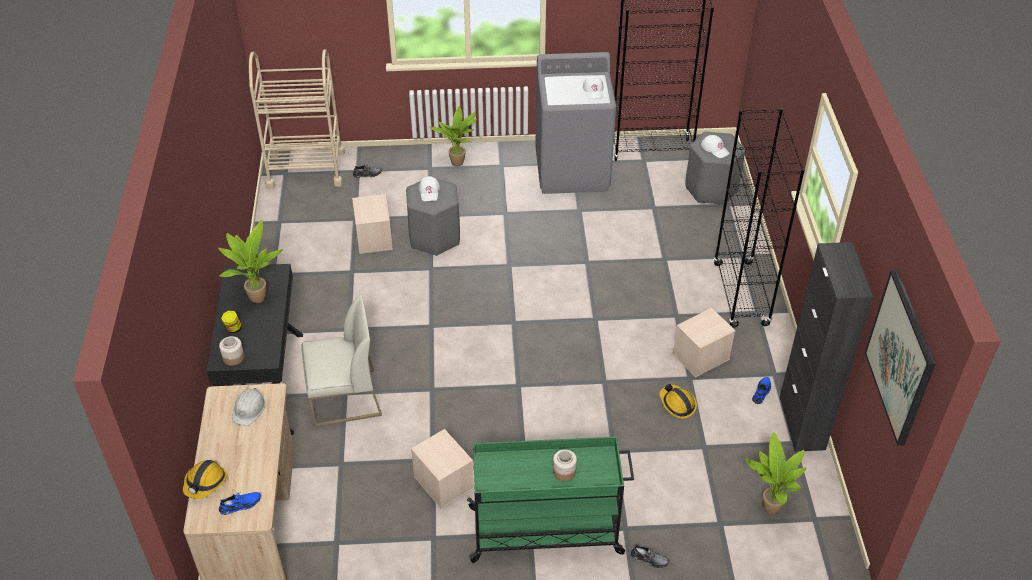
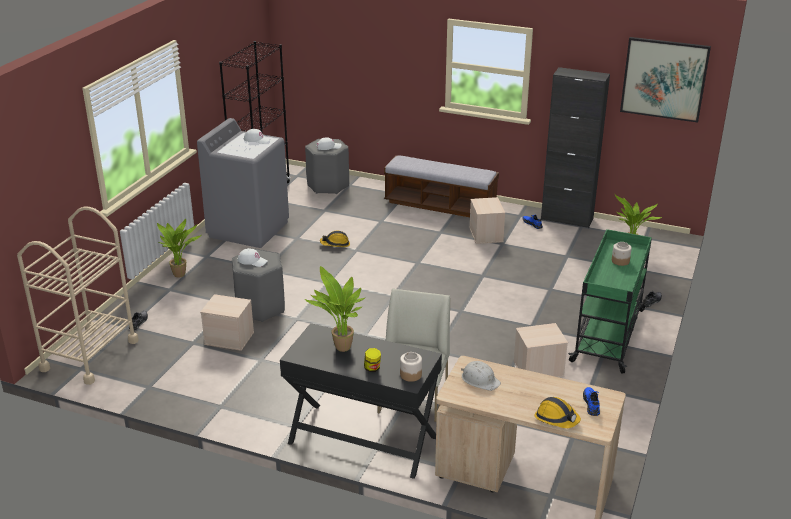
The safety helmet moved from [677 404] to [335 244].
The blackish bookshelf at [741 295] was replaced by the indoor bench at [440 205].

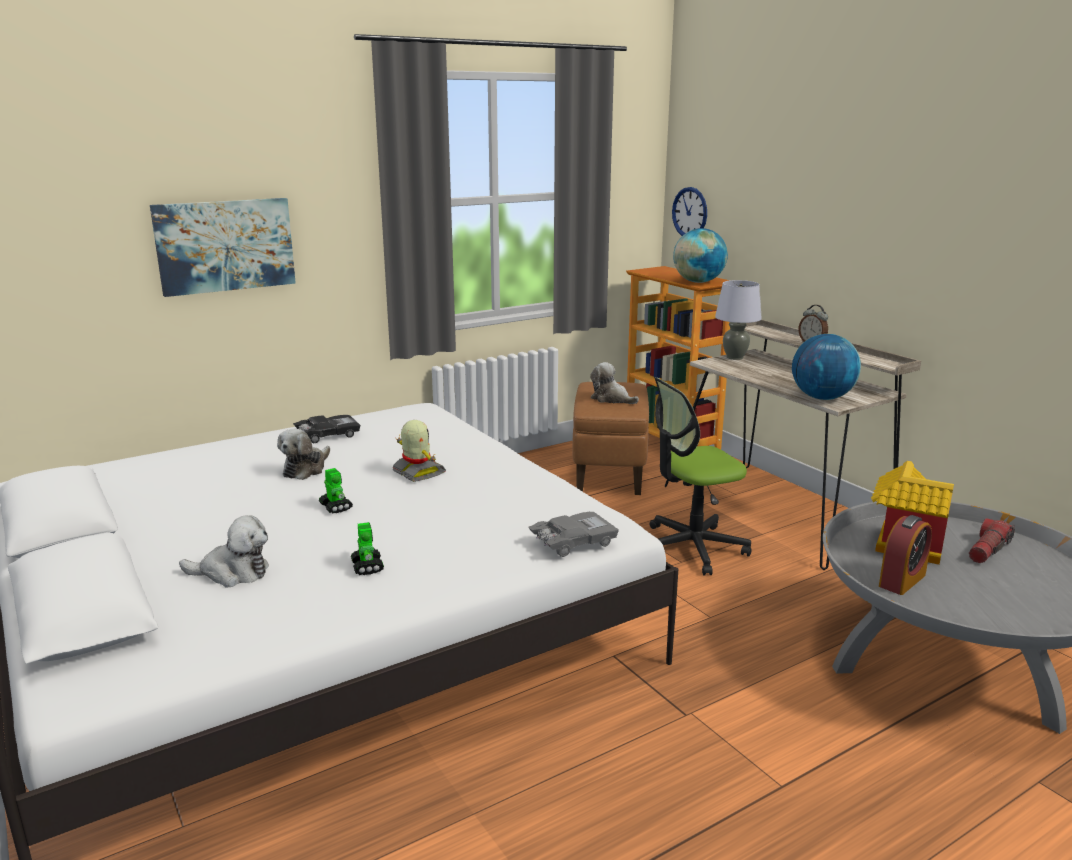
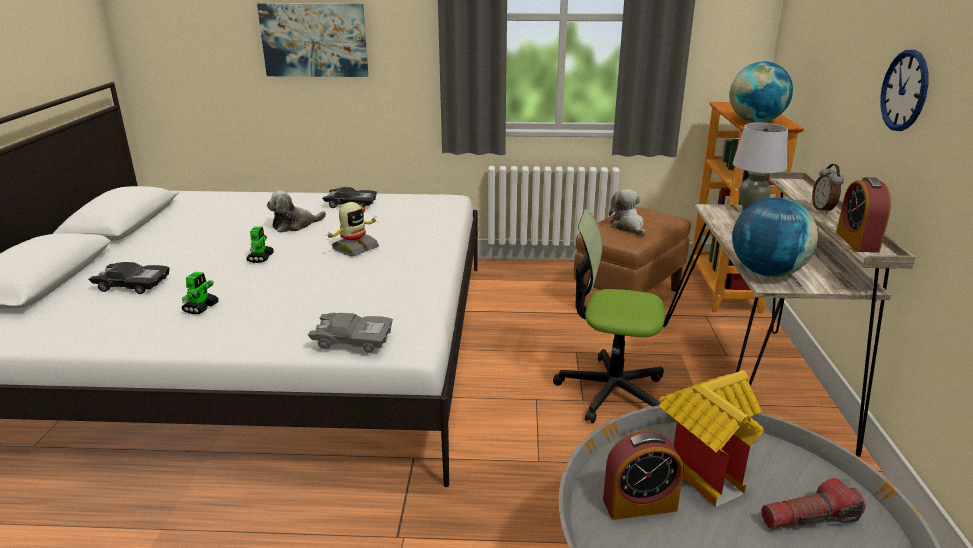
The table clock at [857 241] appeared.
The clock on the wall moved from [690 212] to [904 90].
The plush toy at [232 573] was replaced by the blackish miniature car at [132 284].
The toy robot at [418 473] turned 45 degrees clockwise.

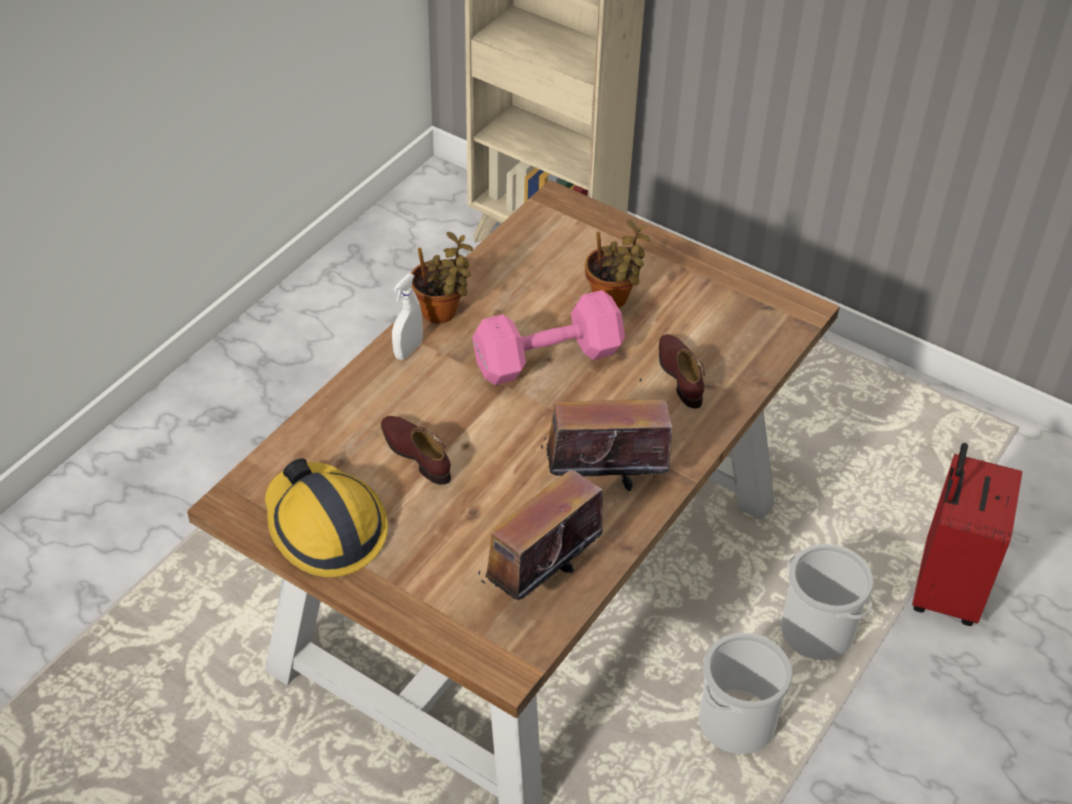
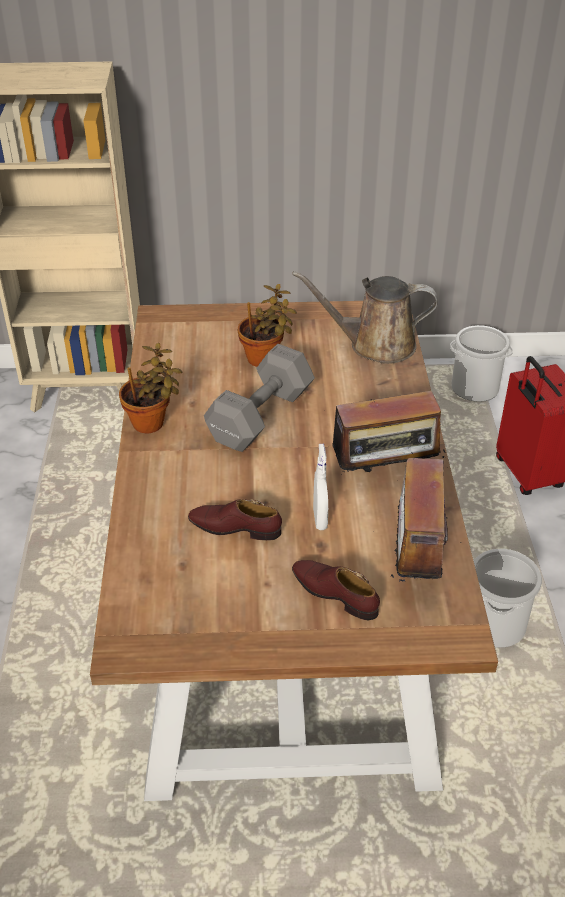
The safety helmet at [325 528] disappeared.
The brownish watering can at [375 345] appeared.
The white-coloured spray bottle moved from [408 350] to [320 519].
The brownish shoe moved from [680 375] to [334 593].
The pail moved from [817 631] to [475 388].
The pink free weight at [544 358] became the gray free weight at [258 417].
The radio set at [604 480] turned 150 degrees counterclockwise.

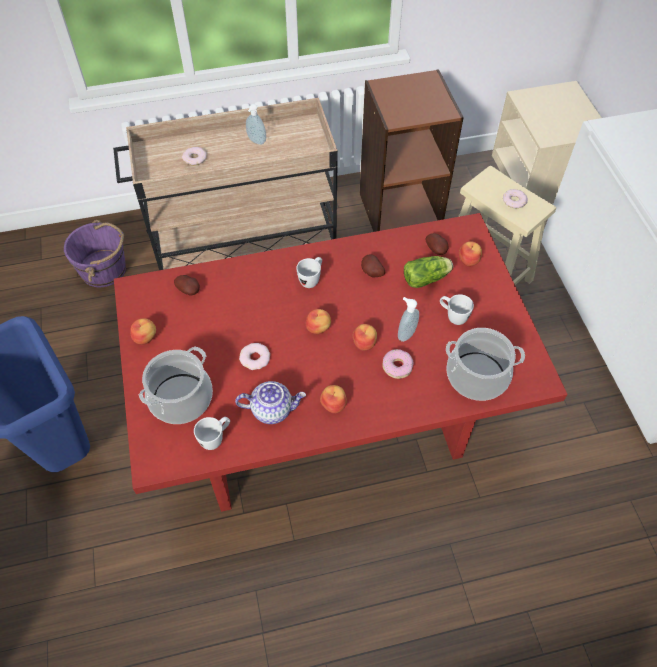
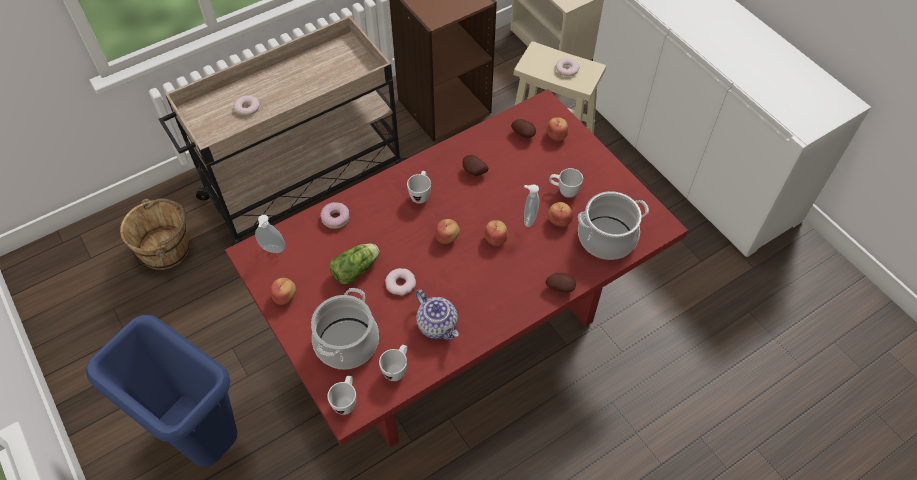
The white-coloured tea mug at [346 401] appeared.
The spud moved from [189 290] to [560 287].
The soap dispenser moved from [256 142] to [272 250].
The apple moved from [333 404] to [559 220].
The ring doughnut moved from [397 366] to [335 218].
The head of lettuce moved from [427 278] to [357 269].
The purple pail at [104 270] became the brownish pail at [166 249].
The teapot at [272 409] turned 75 degrees clockwise.

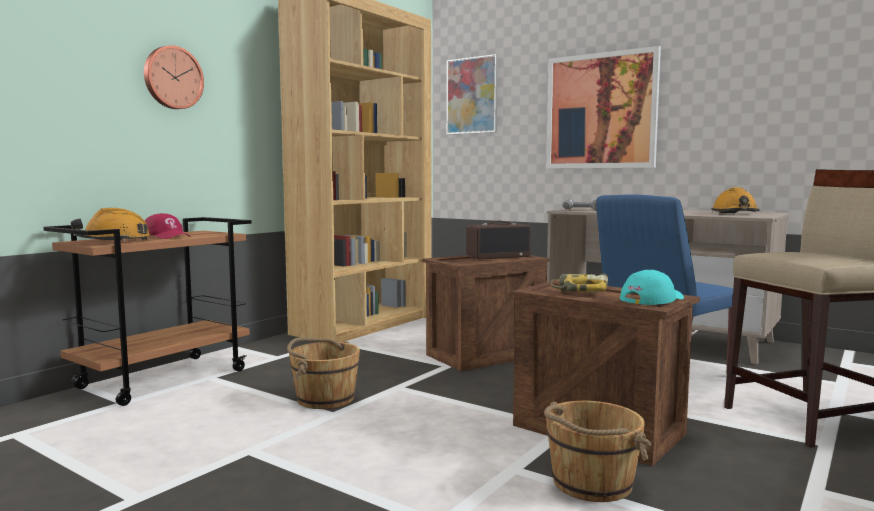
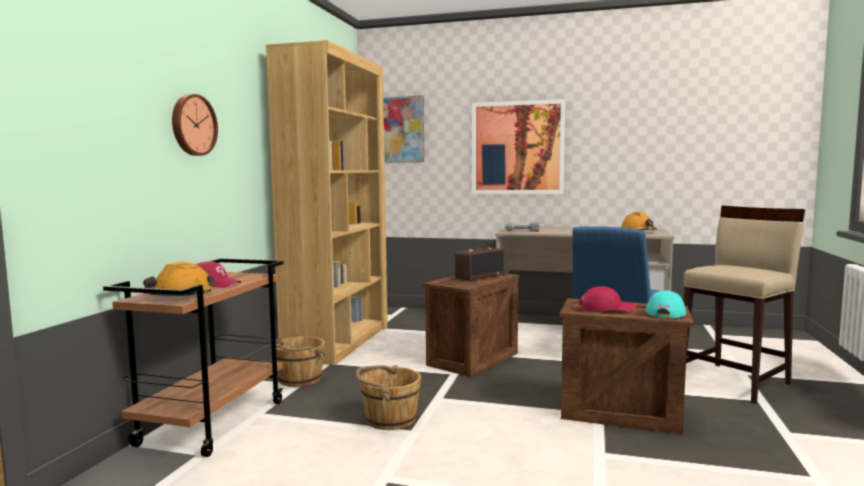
The brownish pail moved from [590 483] to [299 379].
The electric drill at [581 291] was replaced by the red baseball cap at [606 308].

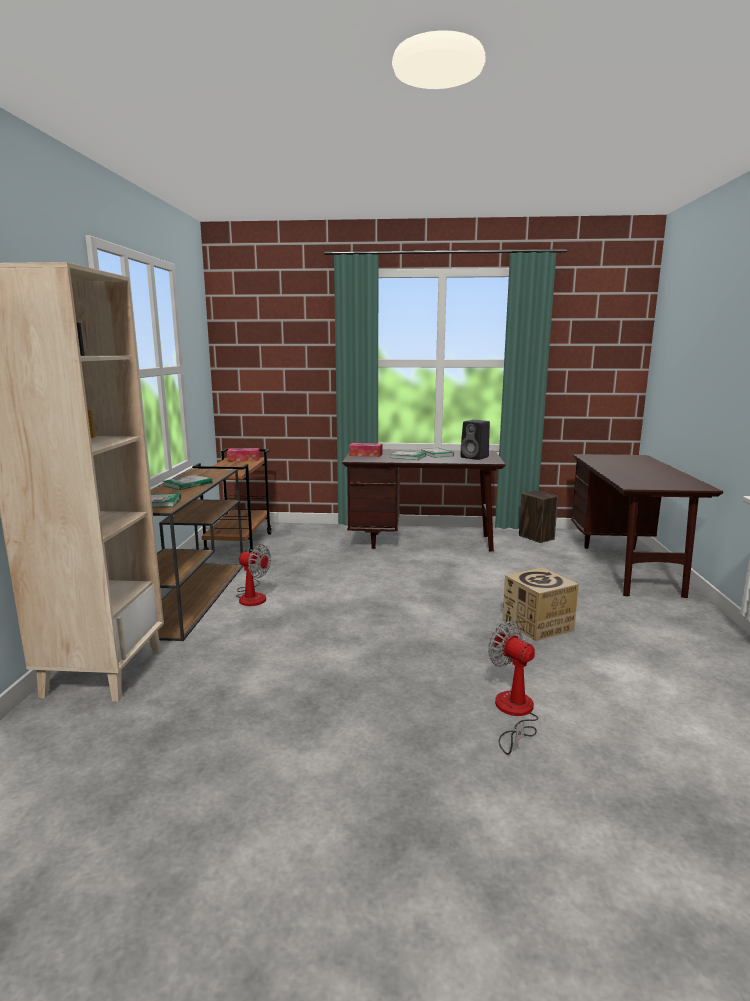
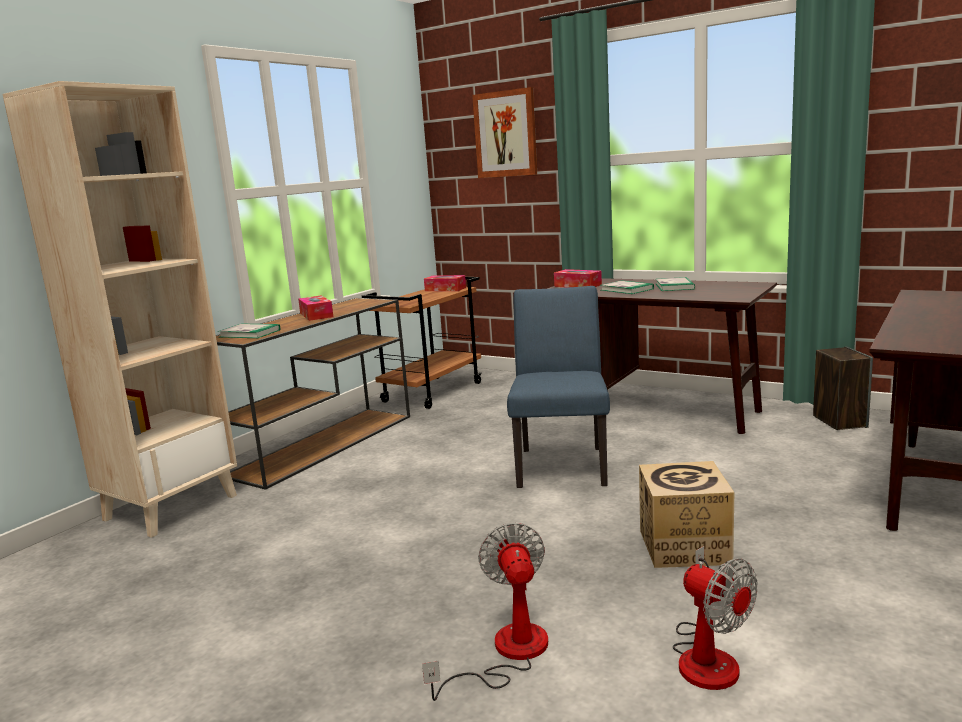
The blackish audio speaker at [475 457] disappeared.
The wall picture at [505 134] appeared.
The bluish upright chair at [562 463] appeared.
The electric fan moved from [252 596] to [708 655].
The bound book at [187 484] was replaced by the box of tissues at [316 315].

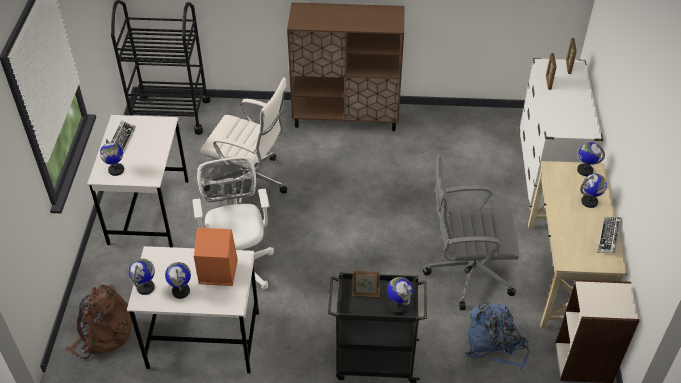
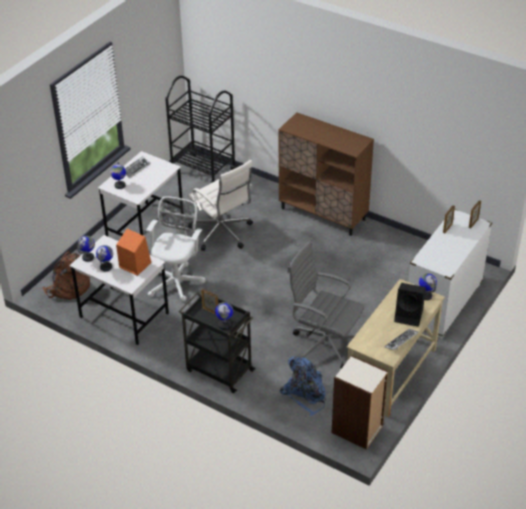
The world globe at [589 202] was replaced by the blackish audio speaker at [409 316].

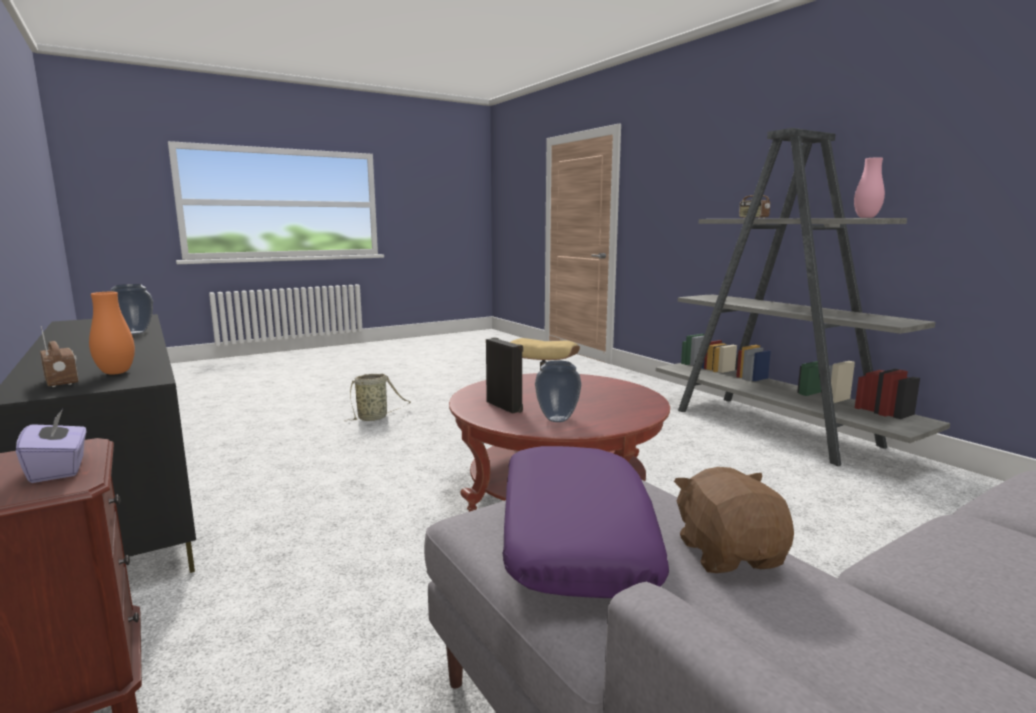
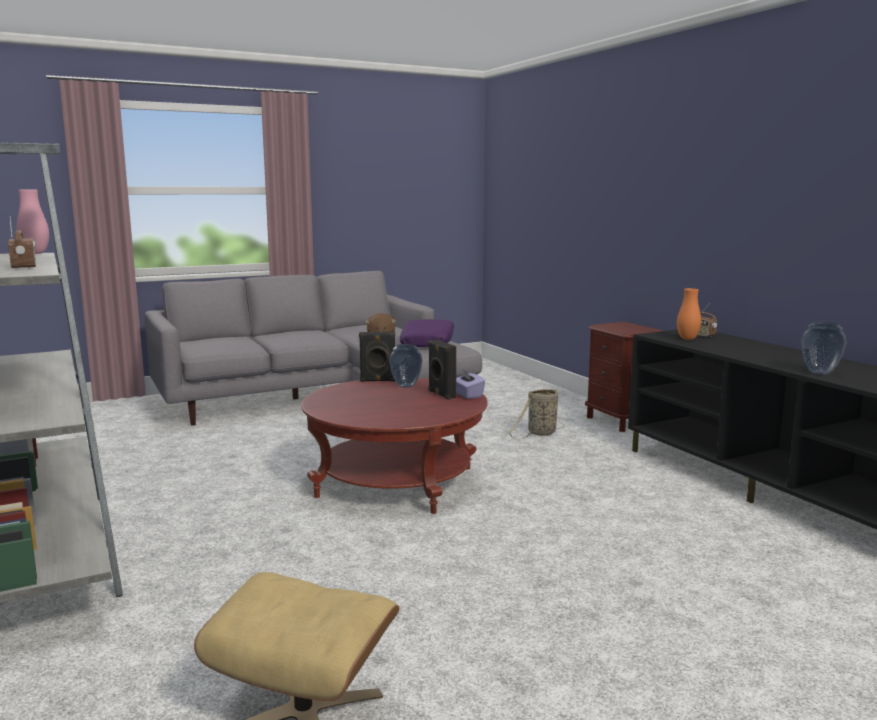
The blackish audio speaker at [378 380] appeared.
The purple box of tissues moved from [59 469] to [467 395].
The basket moved from [374 418] to [540 433].

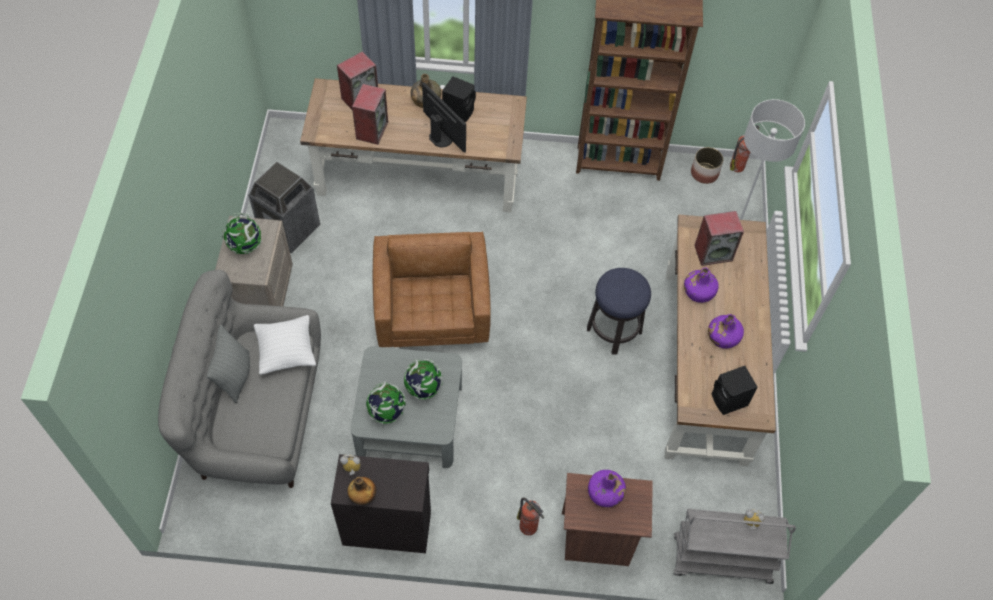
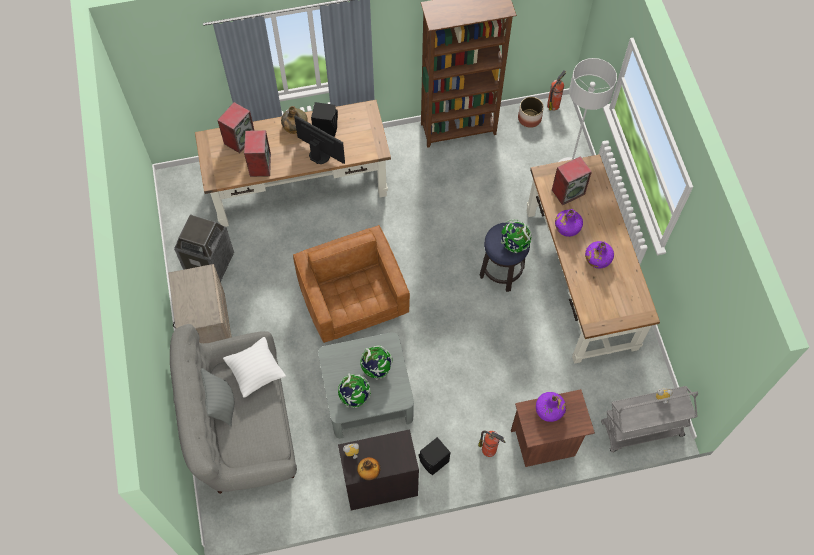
The world globe moved from [245 245] to [514 244].
The blackish audio speaker moved from [729 401] to [434 462].

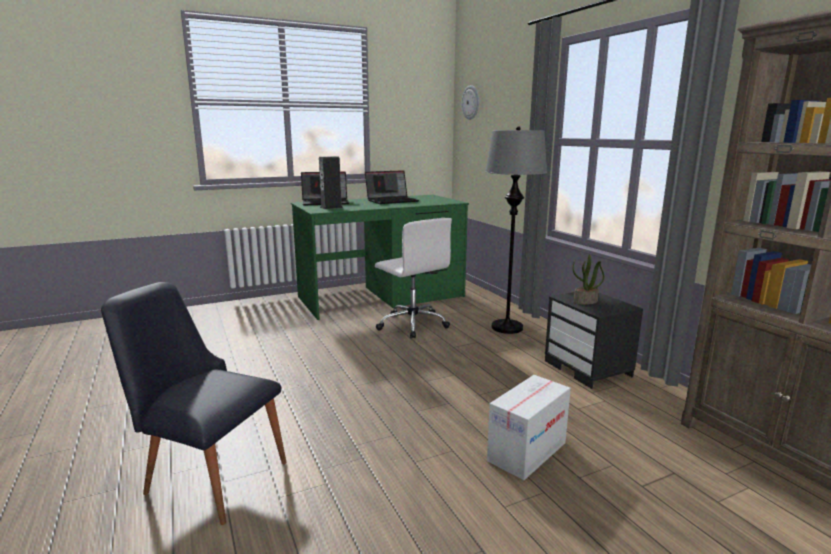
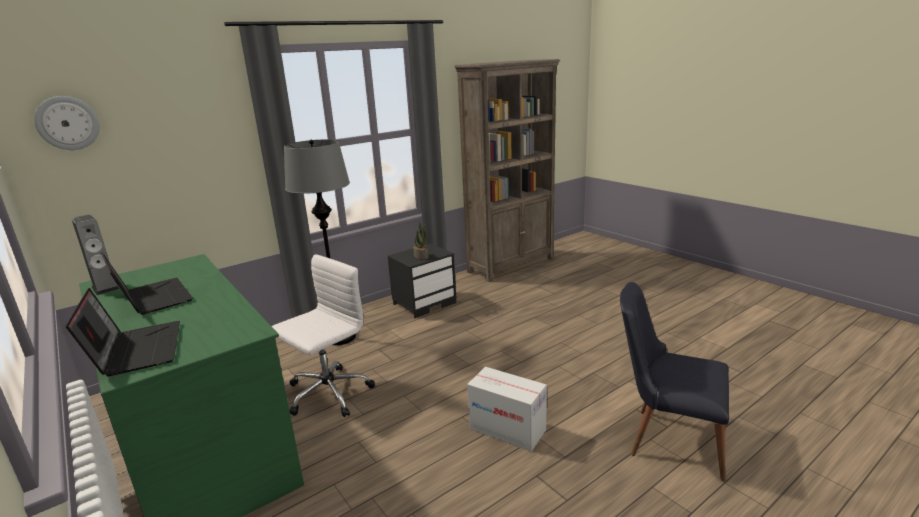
The audio speaker moved from [331 207] to [105 288].
The packing box moved from [527 451] to [507 429].
The blackish upright chair at [207 473] turned 105 degrees clockwise.

